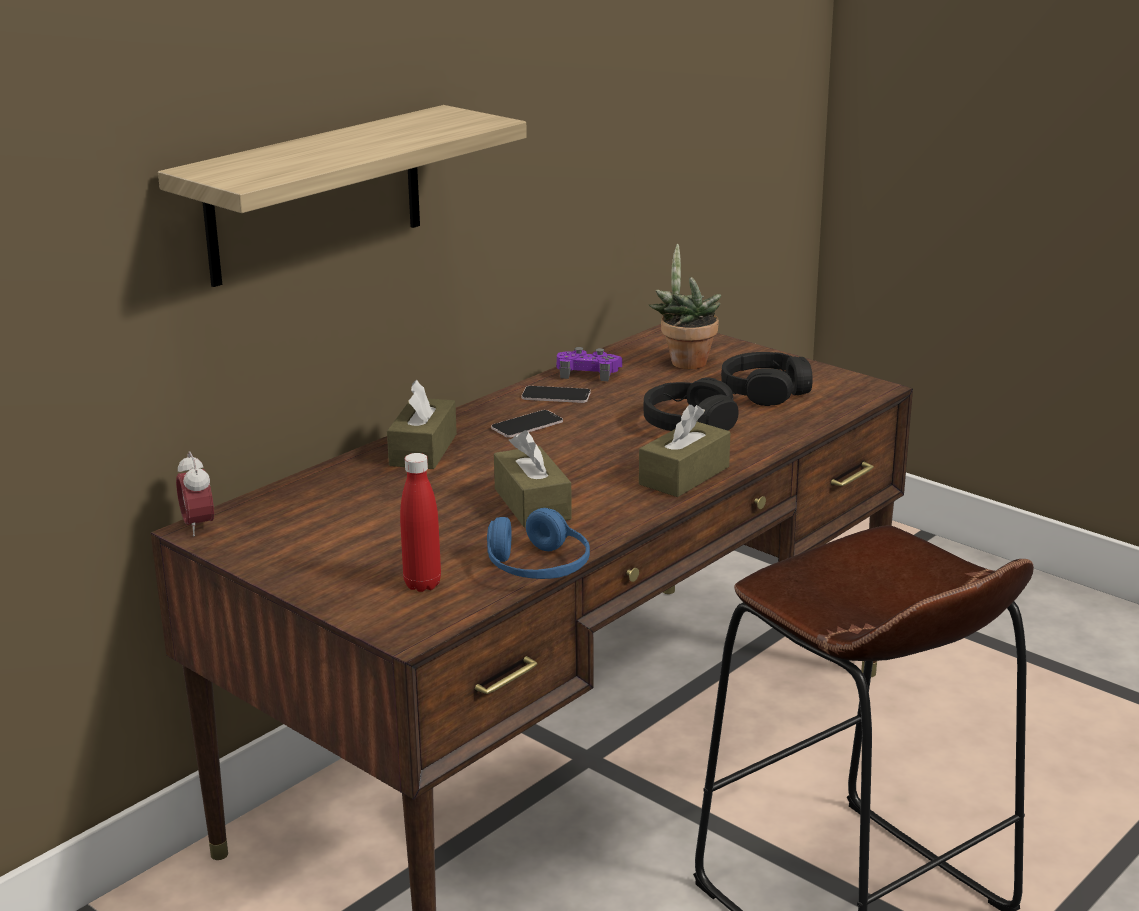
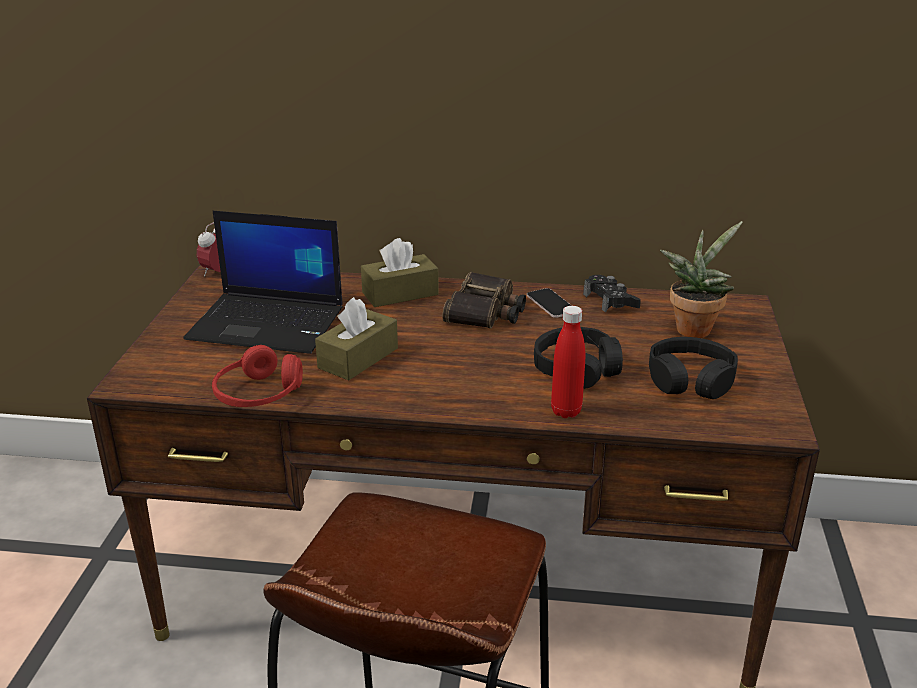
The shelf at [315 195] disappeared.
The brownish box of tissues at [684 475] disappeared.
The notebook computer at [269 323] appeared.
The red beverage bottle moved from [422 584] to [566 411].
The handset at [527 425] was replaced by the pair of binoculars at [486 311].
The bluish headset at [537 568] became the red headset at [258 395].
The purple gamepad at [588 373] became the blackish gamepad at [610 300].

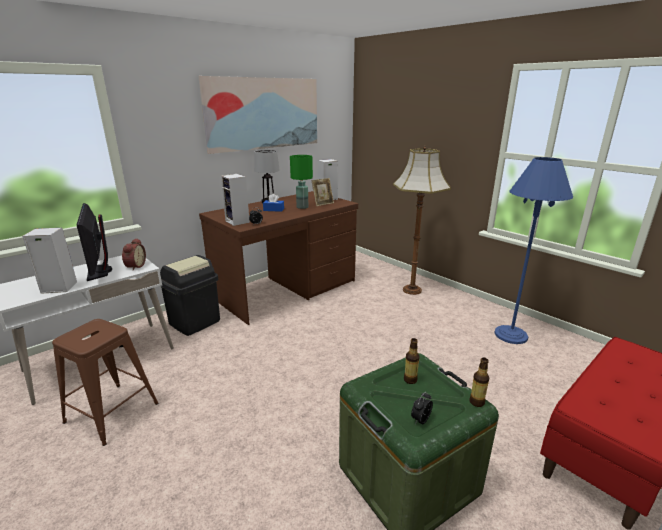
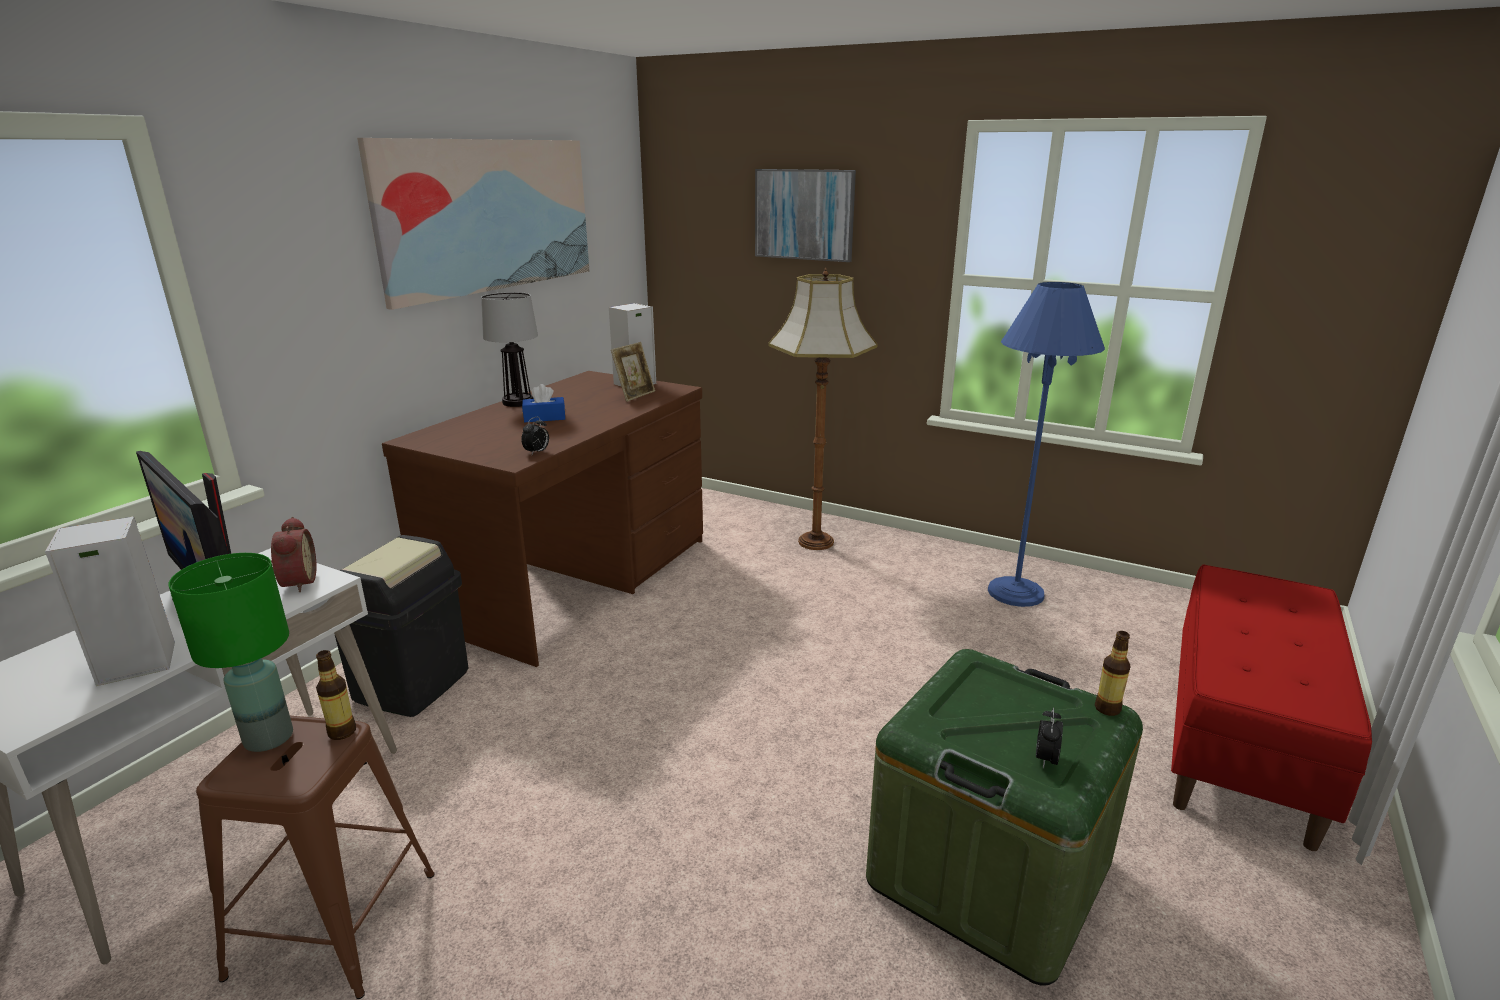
The audio speaker at [238 222] disappeared.
The wall picture at [804 214] appeared.
The greenish table lamp moved from [302 207] to [270 738].
The beverage bottle moved from [410 380] to [342 732].

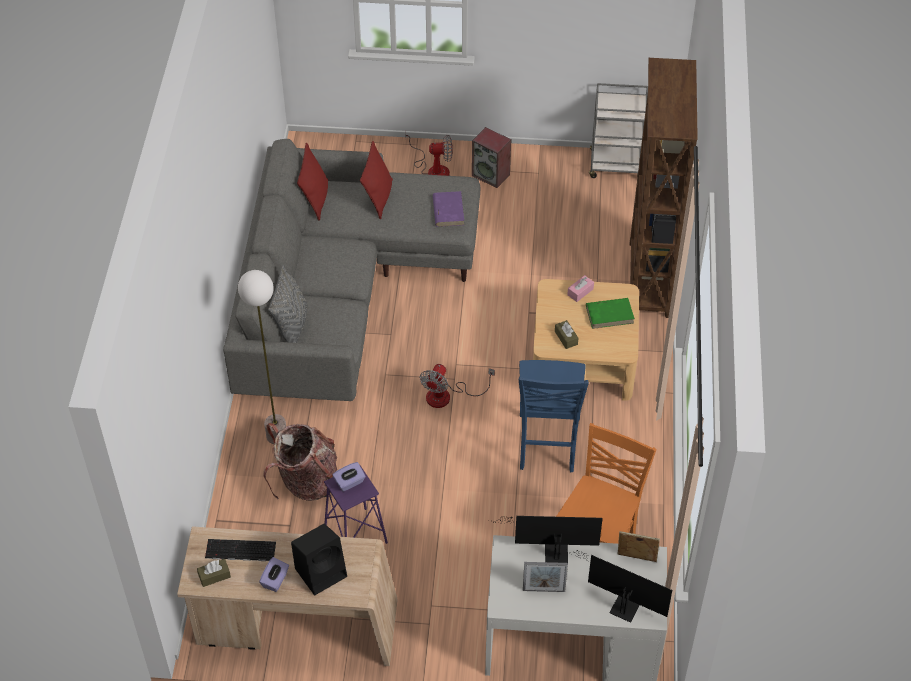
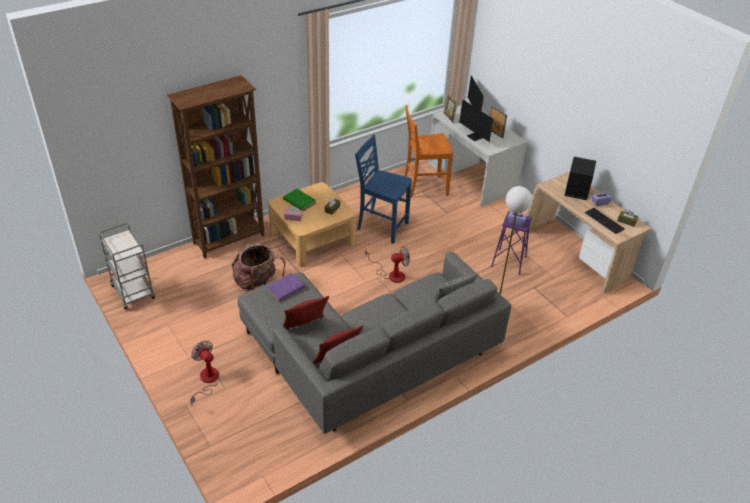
The audio speaker at [491 175] disappeared.
The rucksack moved from [306 481] to [257 283].
The bluish upright chair at [547 444] turned 120 degrees counterclockwise.

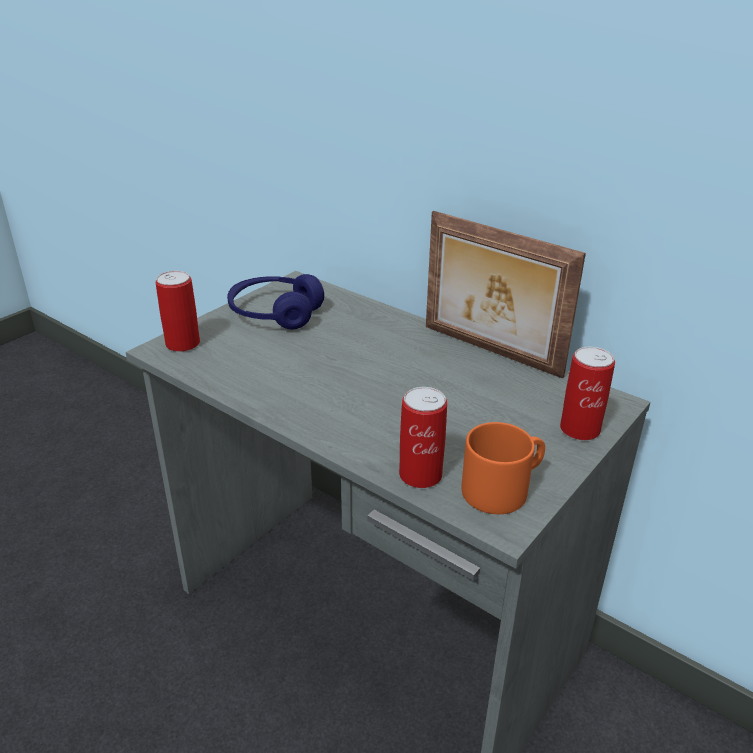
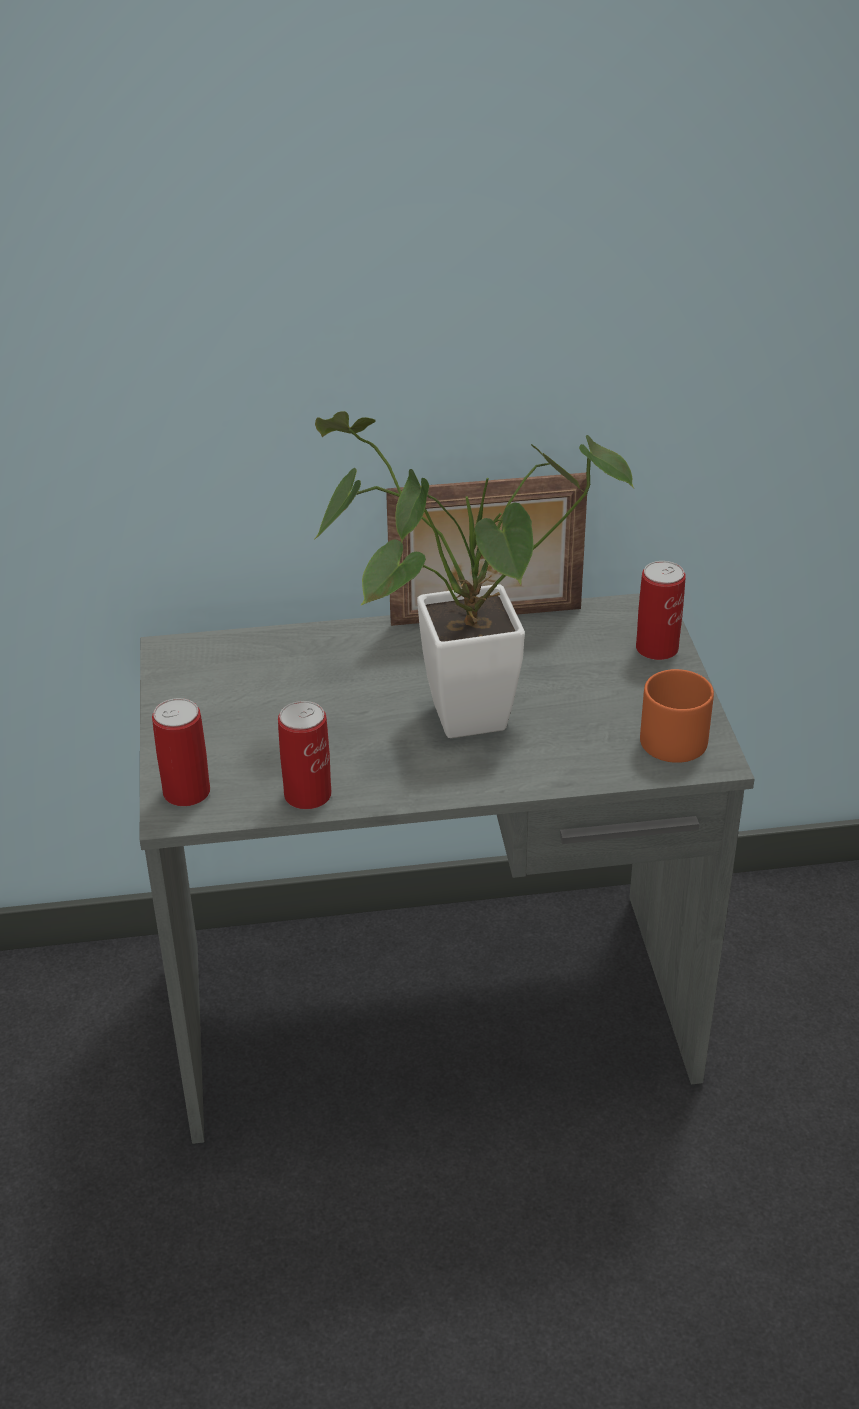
The bluish headset at [275 314] disappeared.
The houseplant at [449 719] appeared.
The metal can moved from [420 475] to [307 795].

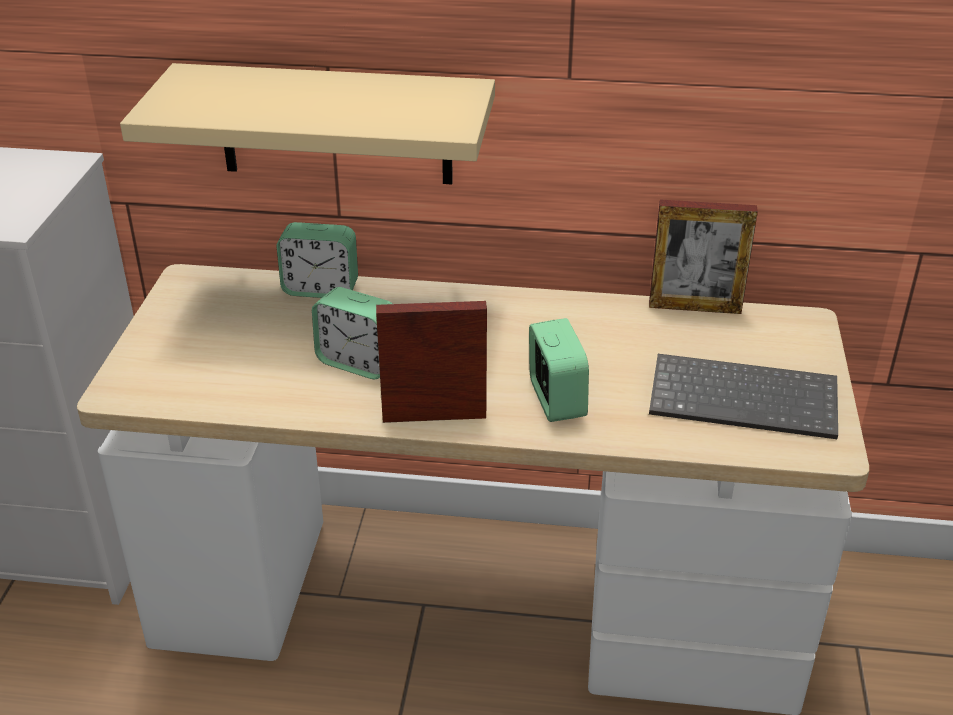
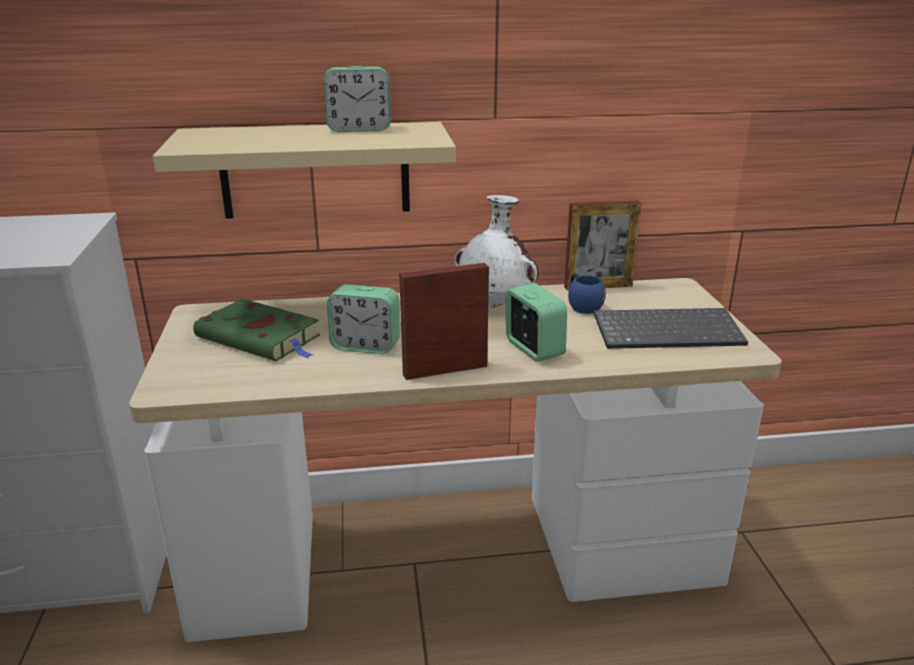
The greenish bound book at [261 338] appeared.
The white-coloured flower vase at [495 304] appeared.
The bluish tea mug at [582 305] appeared.
The table clock moved from [320 289] to [359 129].

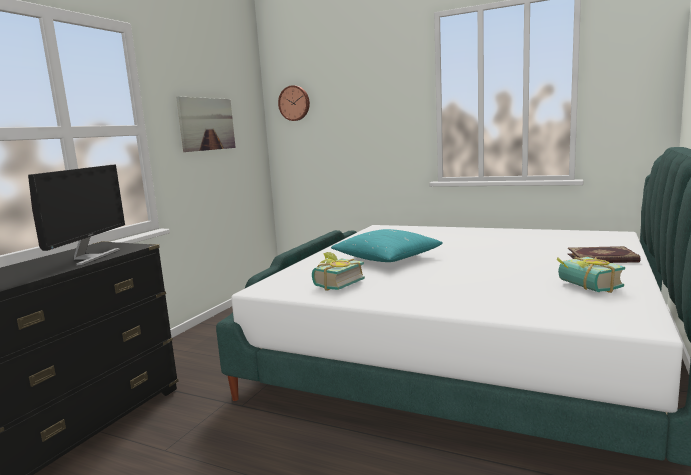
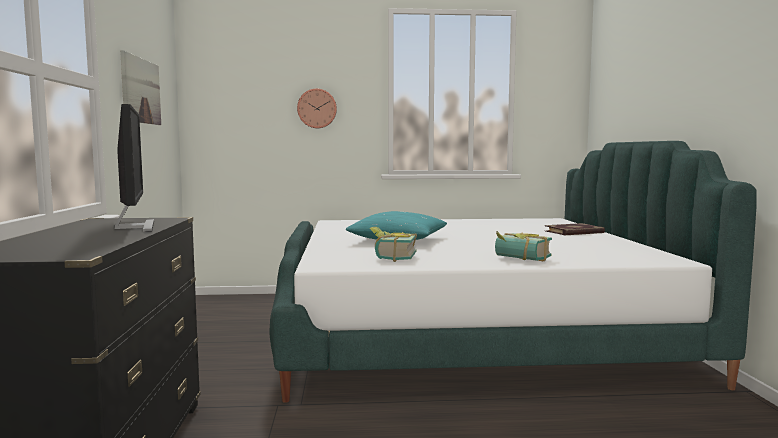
The clock on the wall moved from [294 103] to [317 108].
The bound book moved from [585 287] to [520 259].

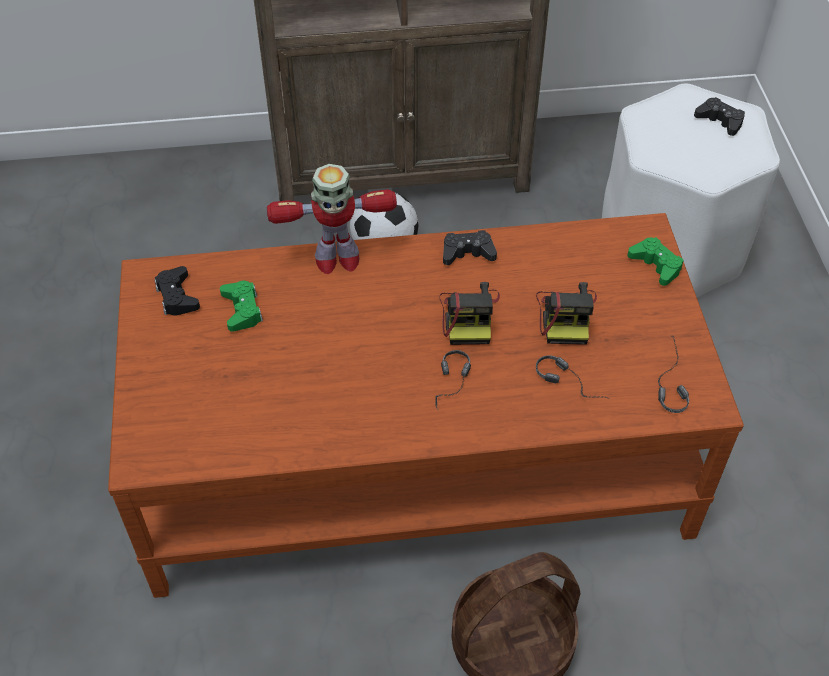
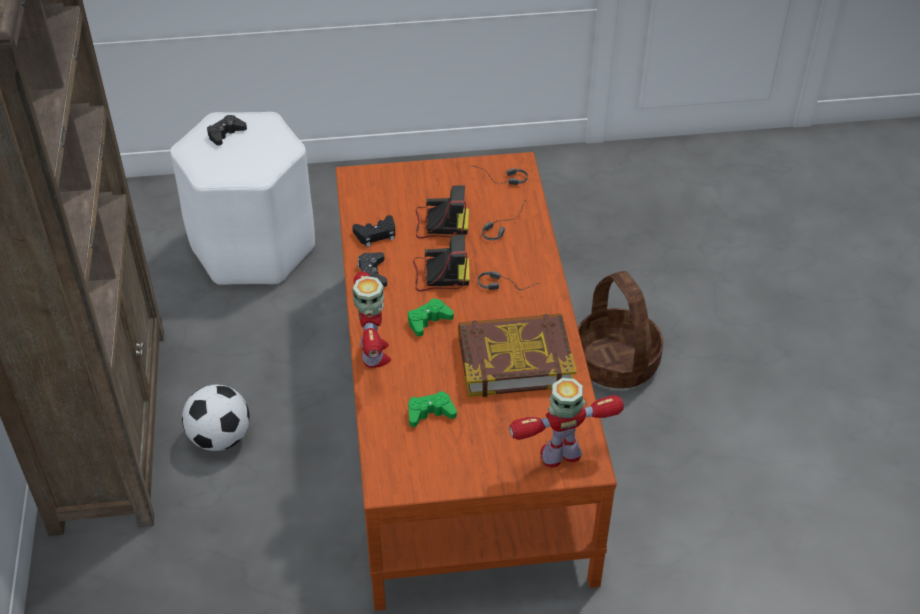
The bound book at [515 360] appeared.
The toy robot at [561 455] appeared.
The blackish gamepad moved from [177 296] to [376 234].
The greenish gamepad moved from [656 265] to [428 321].

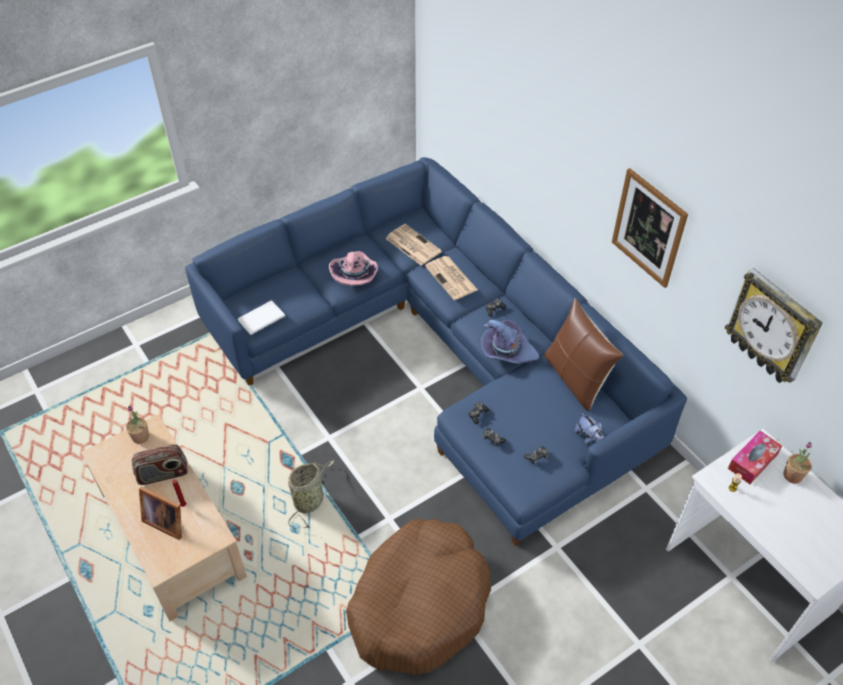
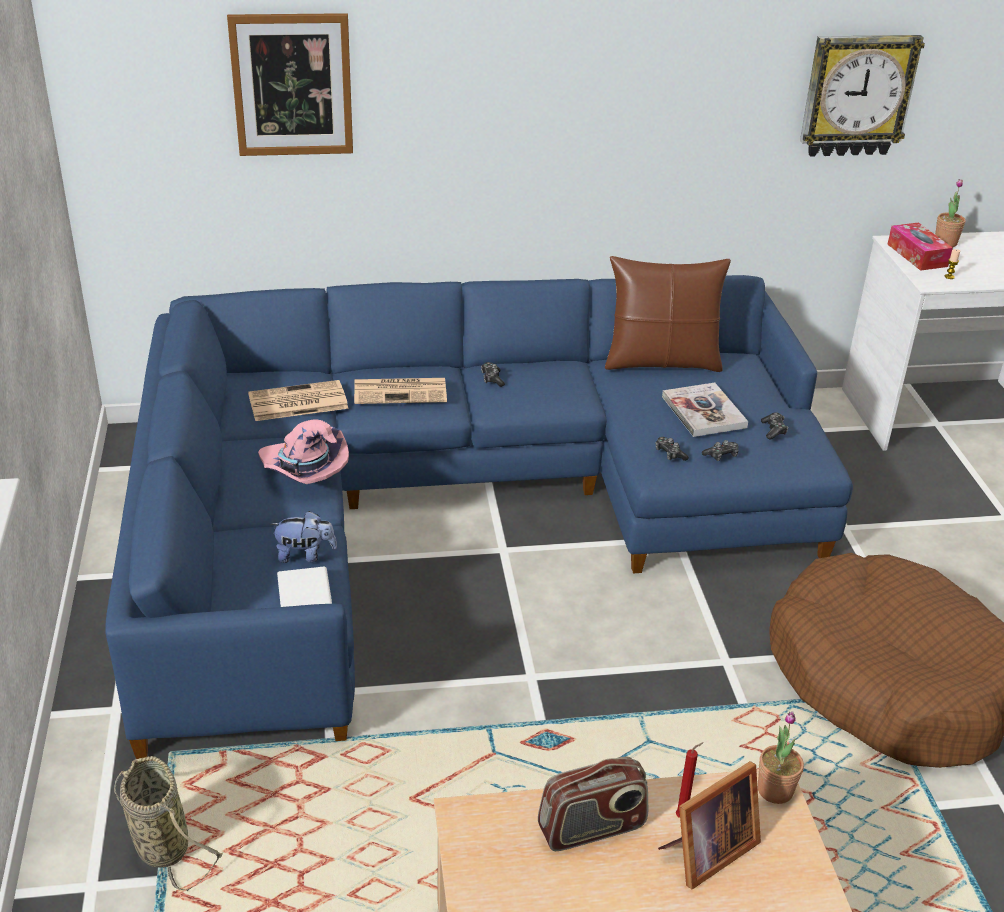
The purple clothing hat at [506 350] disappeared.
The bound book at [703 412] appeared.
The houseplant moved from [140 437] to [775 790].
The basket moved from [310 500] to [160 843].
The plush toy moved from [589 439] to [305 555].
The wall picture moved from [648 228] to [292 85].
The radio set at [163 474] turned 60 degrees clockwise.

